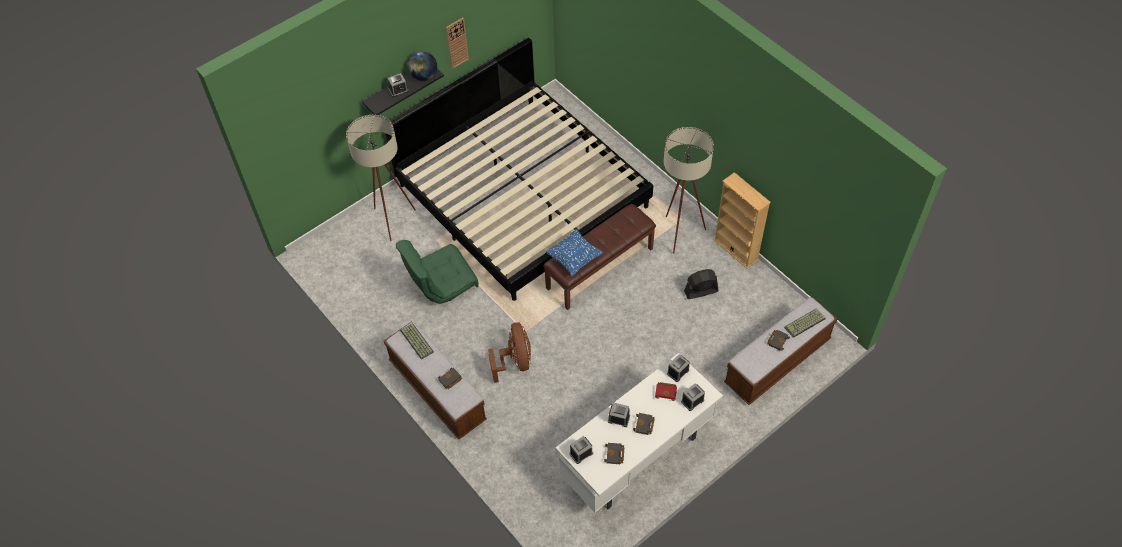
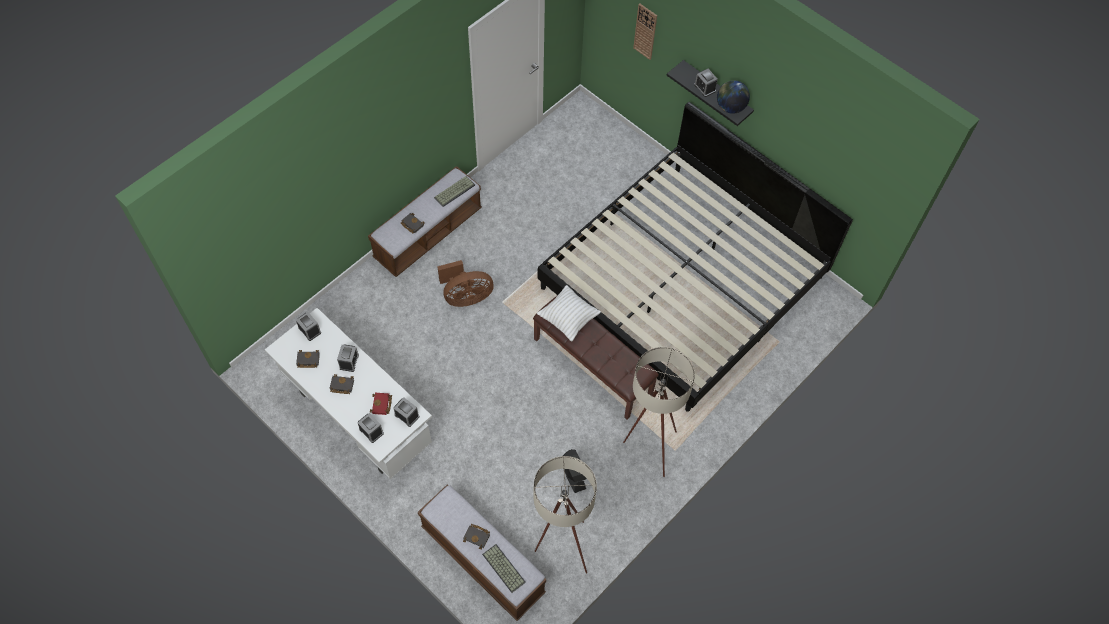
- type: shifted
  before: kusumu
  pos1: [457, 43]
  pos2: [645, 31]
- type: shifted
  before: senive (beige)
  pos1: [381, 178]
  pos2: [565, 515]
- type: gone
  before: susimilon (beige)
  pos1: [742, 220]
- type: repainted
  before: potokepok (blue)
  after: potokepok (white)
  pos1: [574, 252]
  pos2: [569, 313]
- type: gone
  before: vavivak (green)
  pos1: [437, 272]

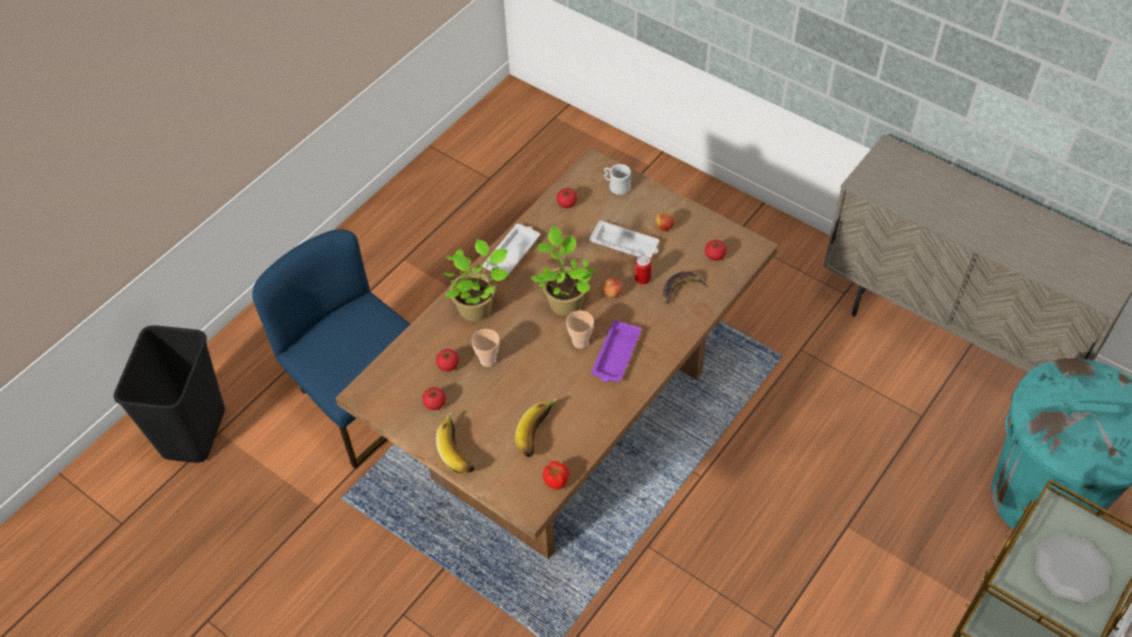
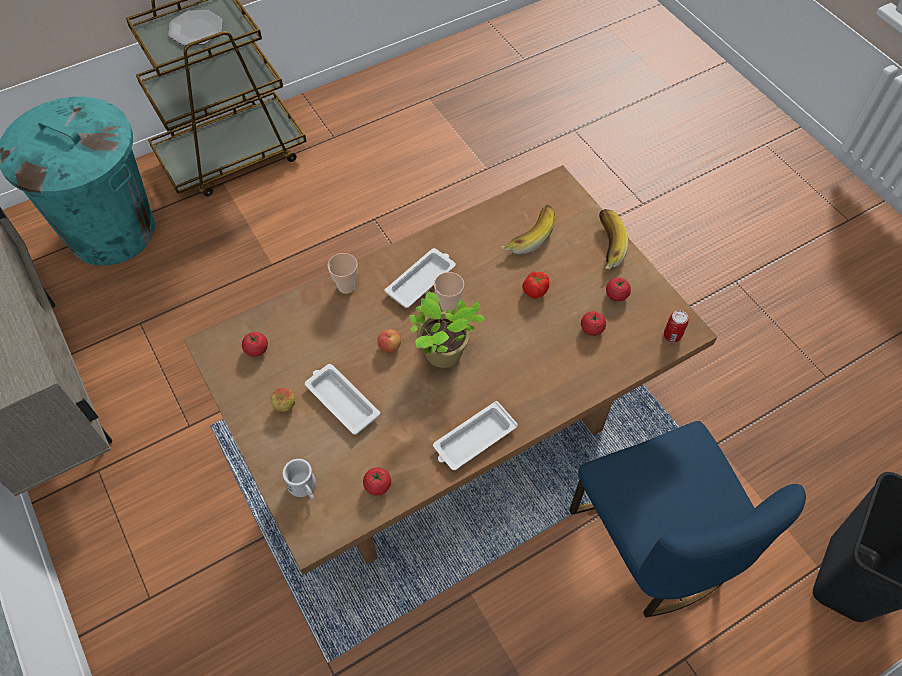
- type: gone
  before: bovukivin
  pos1: [476, 280]
- type: shifted
  before: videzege
  pos1: [643, 269]
  pos2: [676, 326]
- type: gone
  before: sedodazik
  pos1: [685, 287]
- type: repainted
  before: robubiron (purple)
  after: robubiron (white)
  pos1: [616, 351]
  pos2: [420, 278]
- type: shifted
  before: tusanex
  pos1: [485, 348]
  pos2: [343, 273]
- type: shifted
  before: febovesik
  pos1: [556, 475]
  pos2: [536, 285]

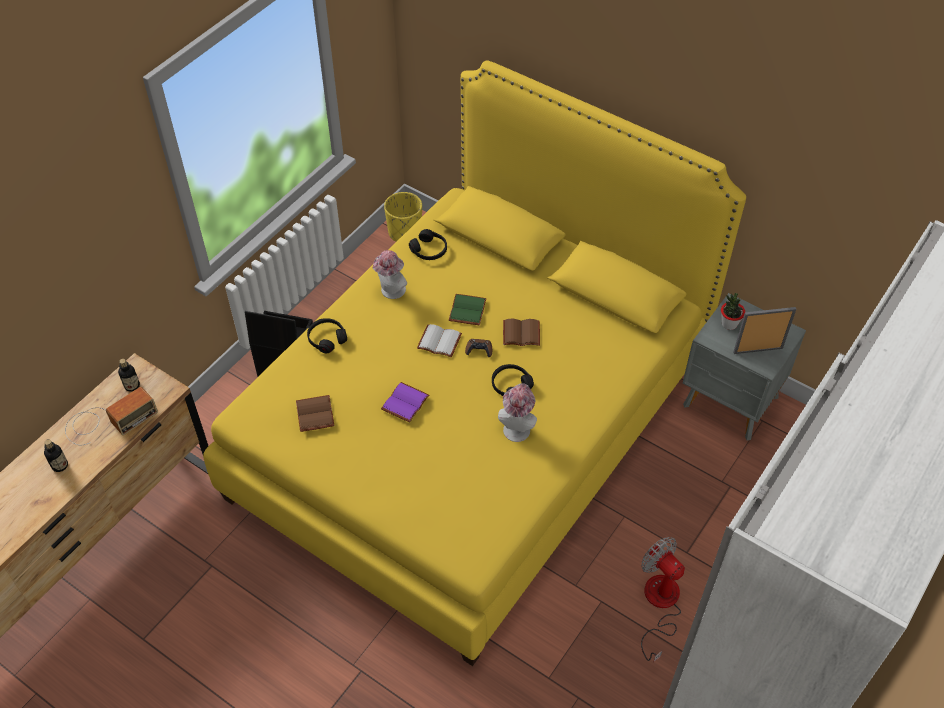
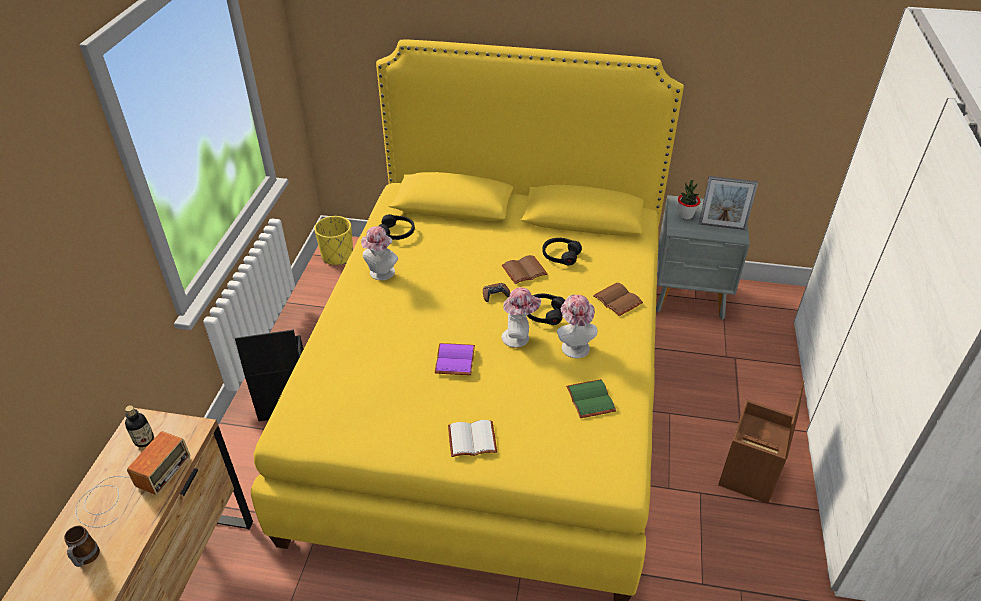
- type: shifted
  before: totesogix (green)
  pos1: [468, 310]
  pos2: [591, 398]
- type: rotated
  before: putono
  pos1: [764, 330]
  pos2: [728, 203]
  turn: -135
- type: shifted
  before: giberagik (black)
  pos1: [327, 335]
  pos2: [562, 251]
- type: shifted
  before: totesogix (white)
  pos1: [439, 340]
  pos2: [472, 438]
- type: shifted
  before: totesogix (brown)
  pos1: [315, 413]
  pos2: [618, 299]
- type: swapped
  before: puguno
  after: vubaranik
  pos1: [56, 455]
  pos2: [82, 546]
- type: swapped
  before: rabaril
  after: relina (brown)
  pos1: [663, 599]
  pos2: [761, 442]
- type: new
  after: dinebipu
  pos2: [521, 317]

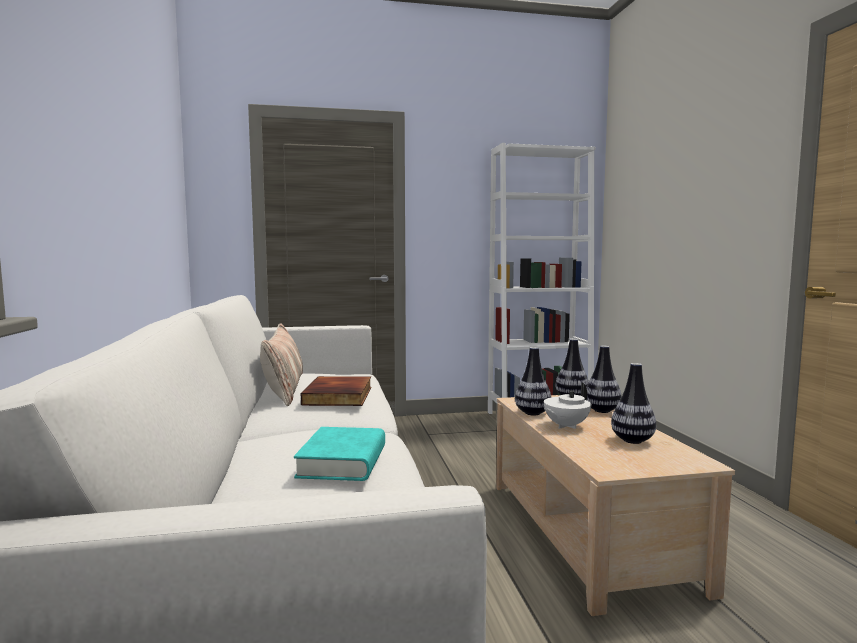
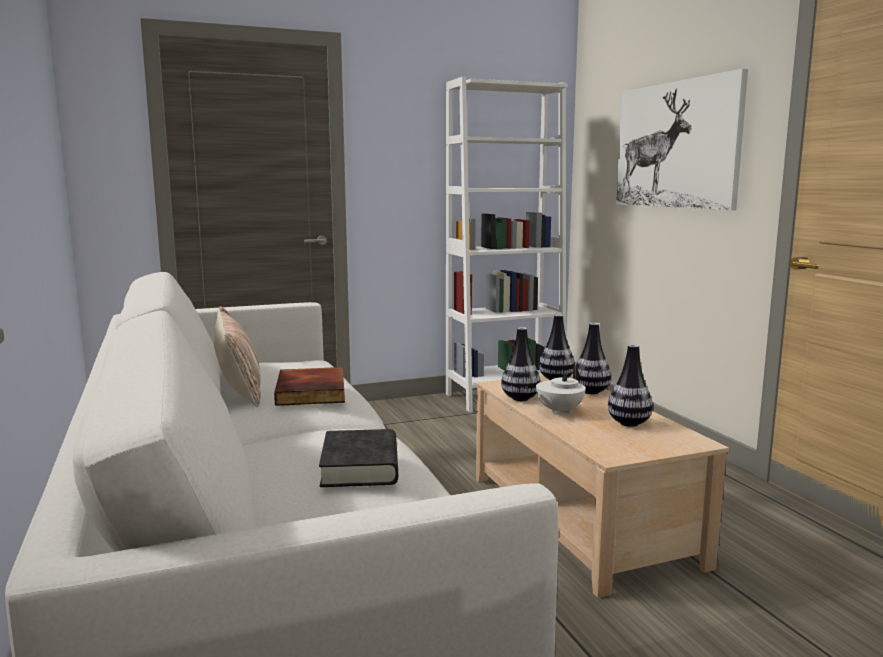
- type: repainted
  before: totesogix (turquoise)
  after: totesogix (black)
  pos1: [339, 454]
  pos2: [358, 458]
- type: new
  after: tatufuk
  pos2: [682, 139]

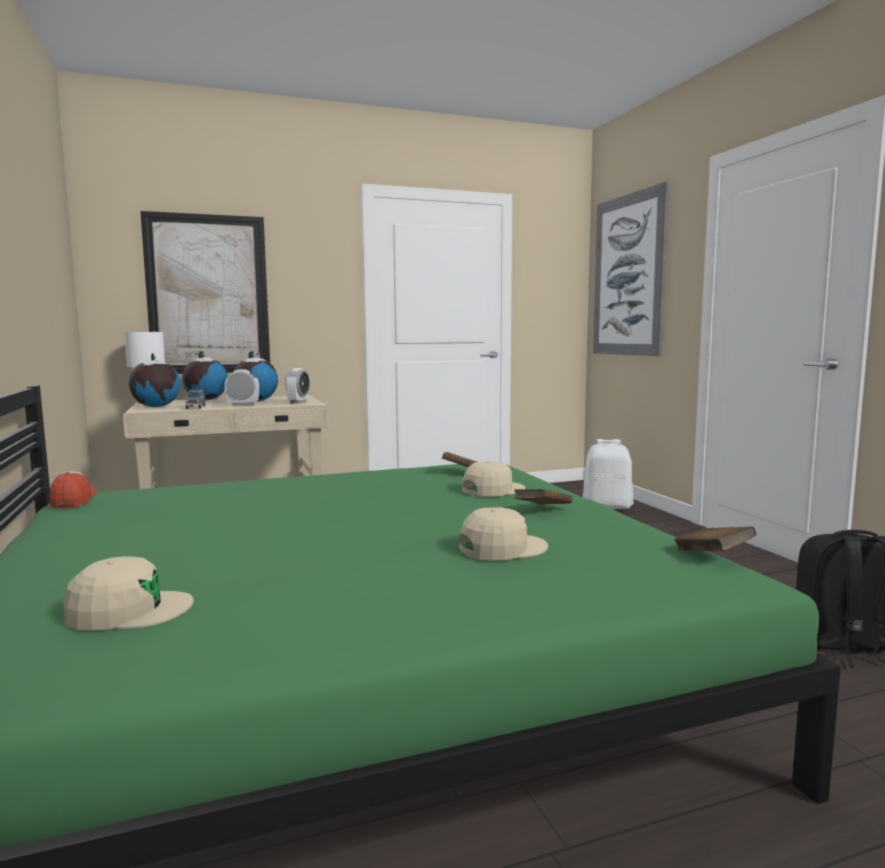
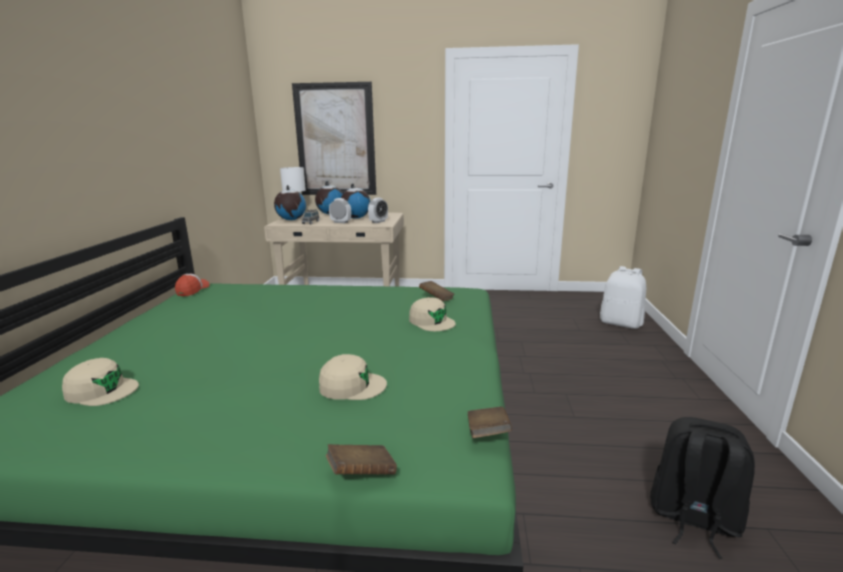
- type: gone
  before: tatufuk
  pos1: [631, 269]
- type: rotated
  before: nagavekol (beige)
  pos1: [493, 479]
  pos2: [432, 314]
  turn: 60
- type: shifted
  before: totesogix (brown)
  pos1: [543, 496]
  pos2: [361, 459]

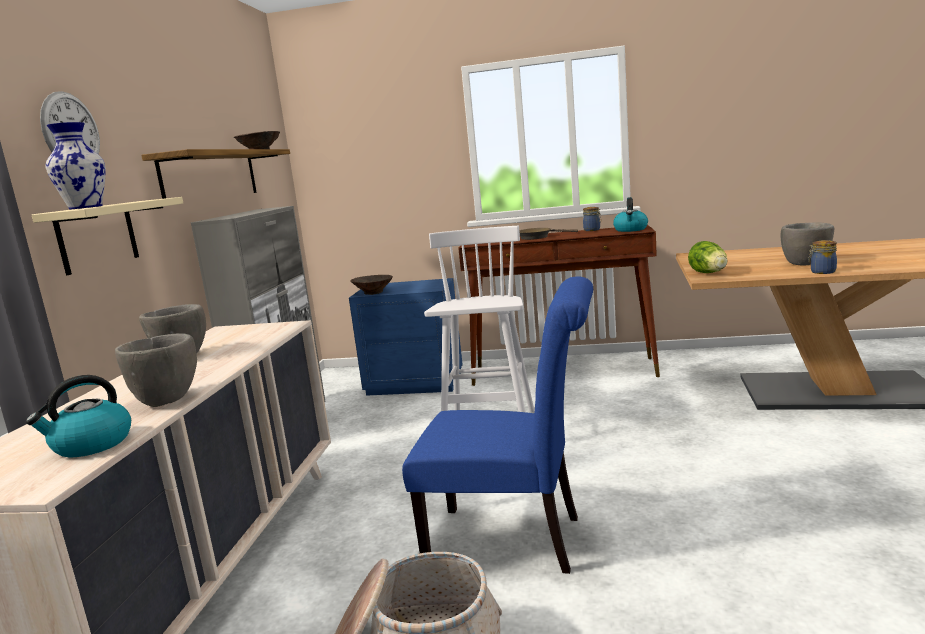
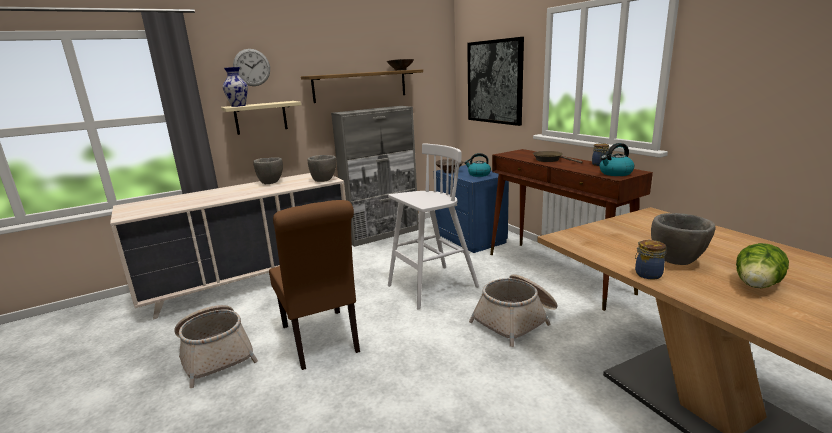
- type: shifted
  before: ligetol
  pos1: [708, 257]
  pos2: [762, 265]
- type: repainted
  before: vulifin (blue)
  after: vulifin (brown)
  pos1: [497, 425]
  pos2: [314, 285]
- type: shifted
  before: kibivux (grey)
  pos1: [156, 370]
  pos2: [322, 168]
- type: shifted
  before: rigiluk
  pos1: [78, 416]
  pos2: [477, 165]
- type: new
  after: tatufuk
  pos2: [495, 81]
- type: new
  after: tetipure
  pos2: [513, 310]

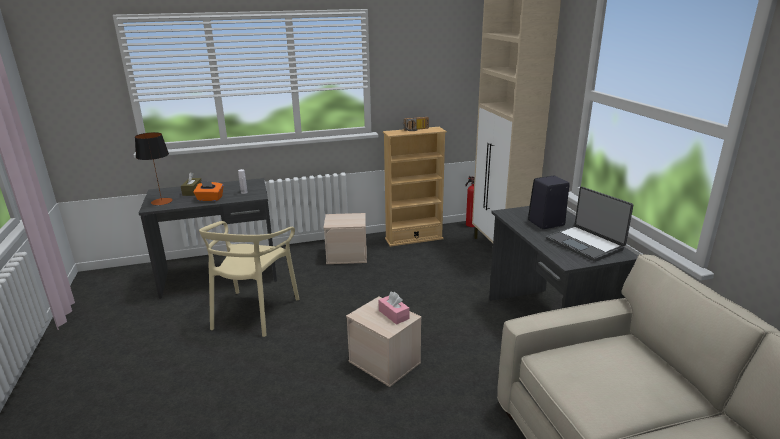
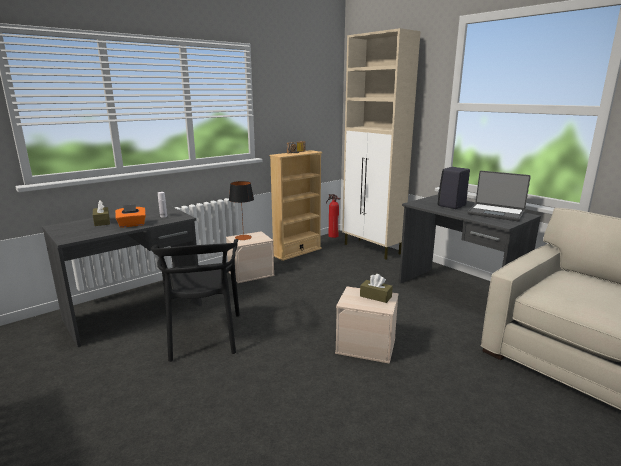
- type: shifted
  before: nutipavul
  pos1: [154, 168]
  pos2: [241, 210]
- type: repainted
  before: vulifin (beige)
  after: vulifin (black)
  pos1: [249, 279]
  pos2: [195, 300]
- type: repainted
  before: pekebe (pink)
  after: pekebe (brown)
  pos1: [394, 308]
  pos2: [376, 288]

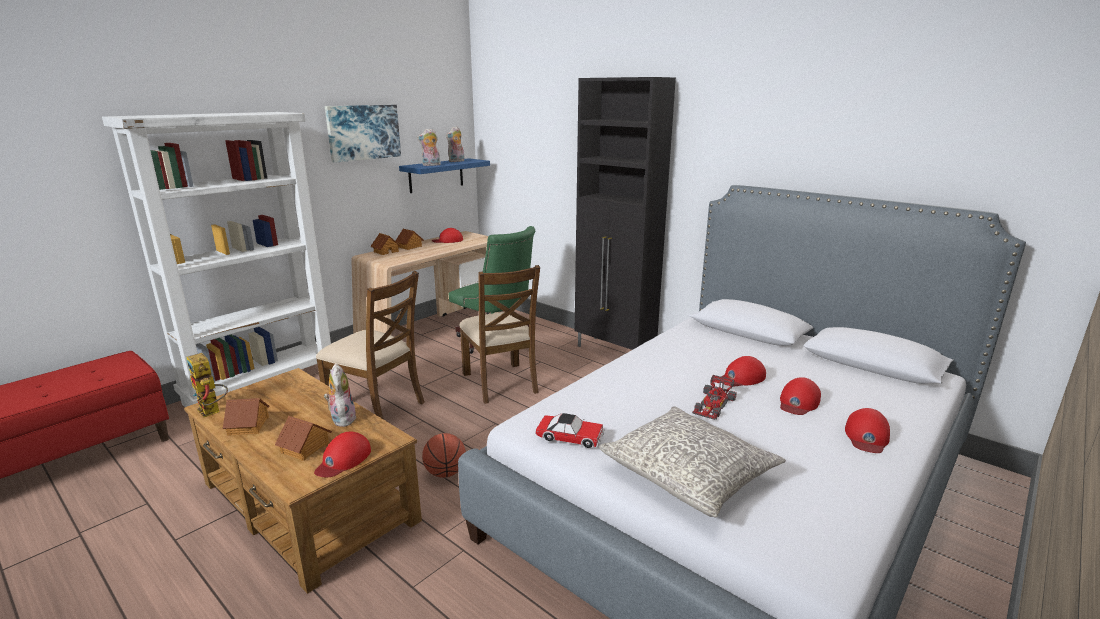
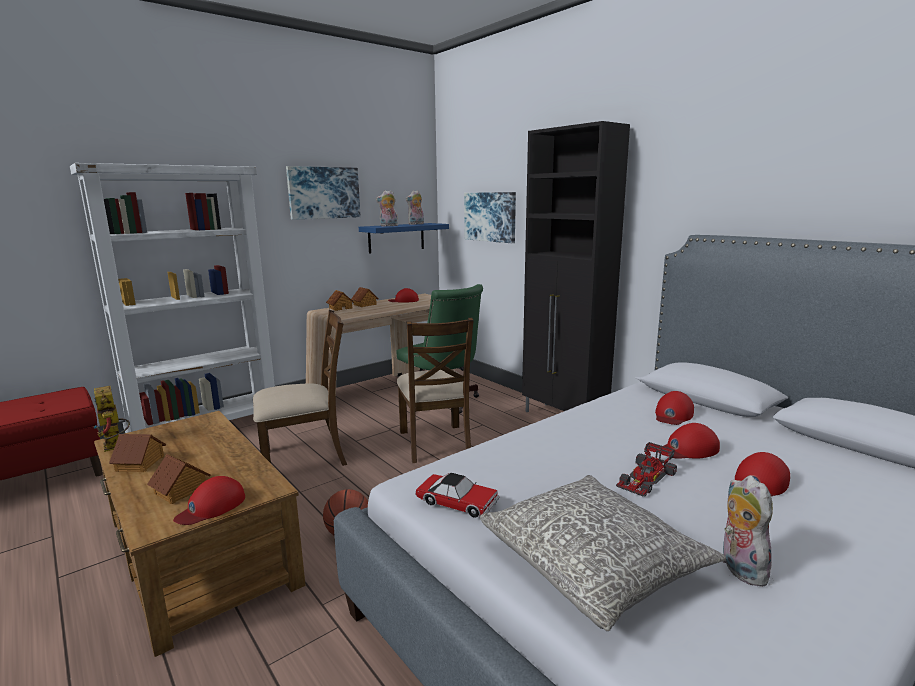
- type: rotated
  before: vulifin (brown)
  pos1: [370, 345]
  pos2: [300, 388]
  turn: -60
- type: shifted
  before: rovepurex
  pos1: [340, 395]
  pos2: [748, 531]
- type: shifted
  before: nagavekol (red)
  pos1: [867, 430]
  pos2: [674, 408]
- type: new
  after: tatufuk
  pos2: [490, 217]

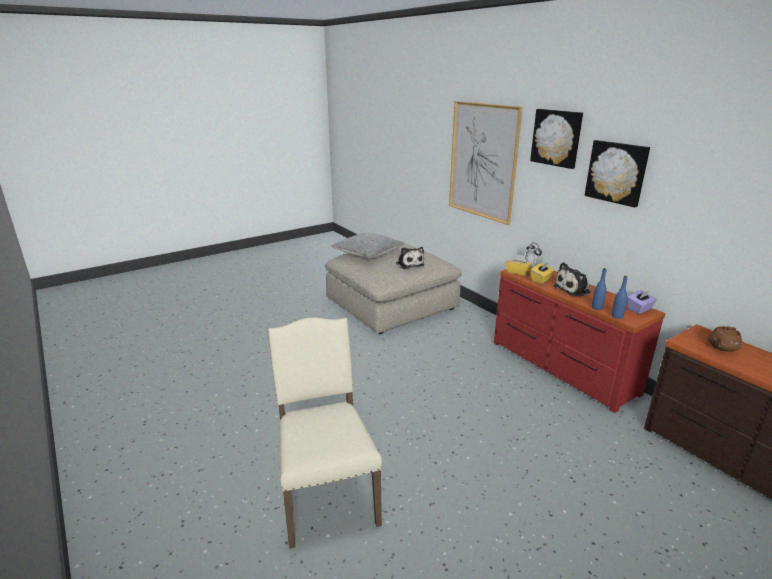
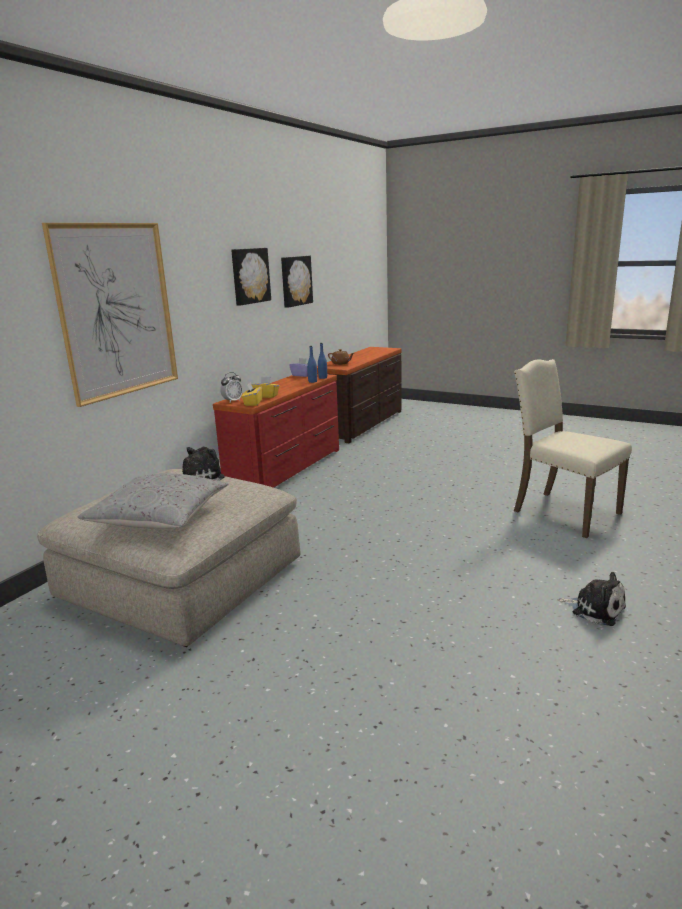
- type: shifted
  before: tatufuk
  pos1: [556, 139]
  pos2: [297, 282]
- type: shifted
  before: rovepurex
  pos1: [572, 279]
  pos2: [592, 599]
- type: rotated
  before: vulifin (beige)
  pos1: [325, 433]
  pos2: [573, 448]
  turn: 90

